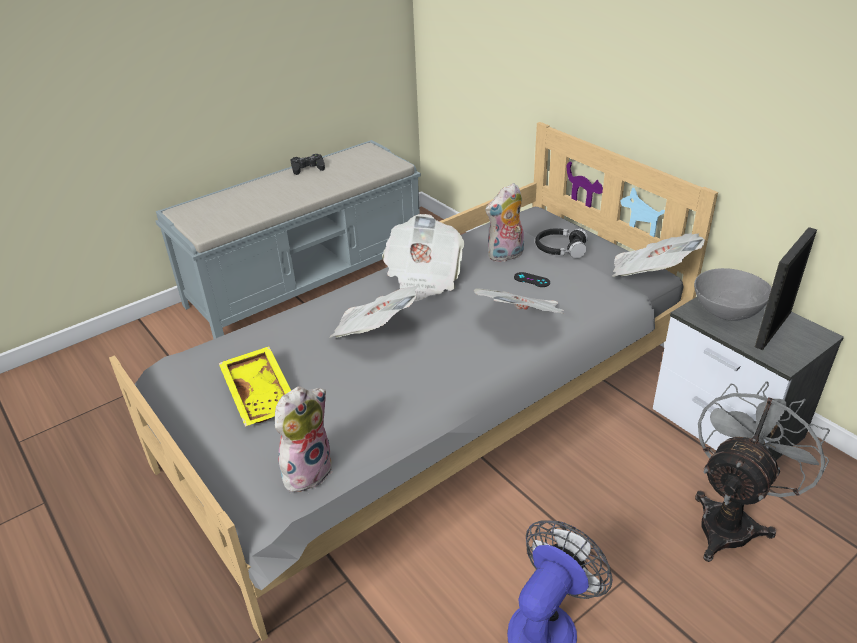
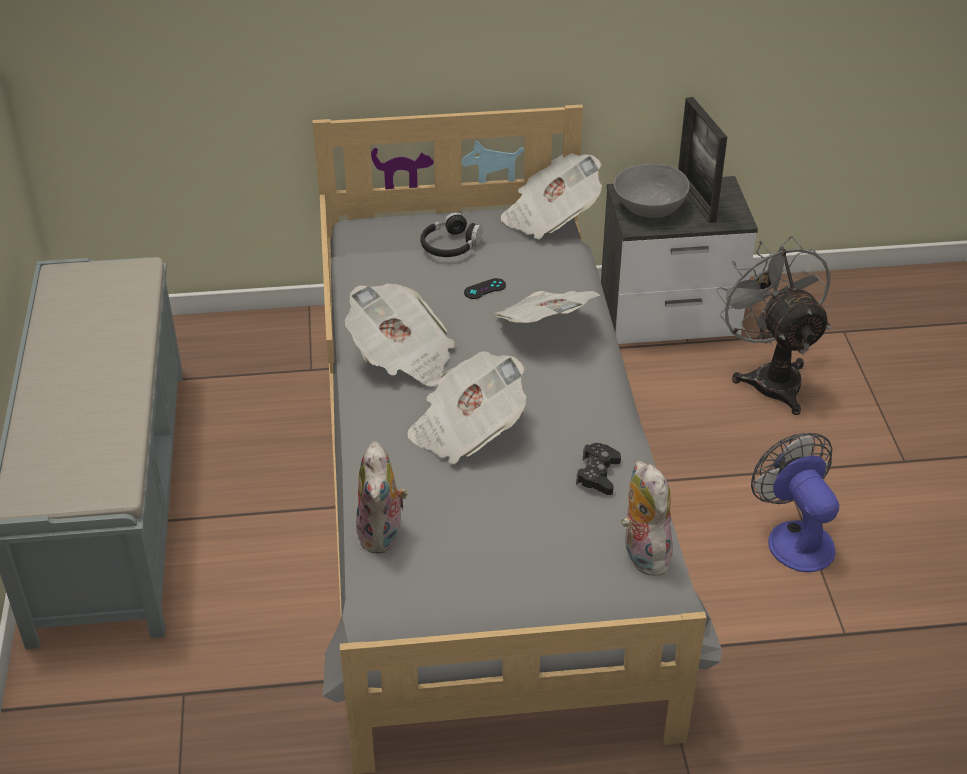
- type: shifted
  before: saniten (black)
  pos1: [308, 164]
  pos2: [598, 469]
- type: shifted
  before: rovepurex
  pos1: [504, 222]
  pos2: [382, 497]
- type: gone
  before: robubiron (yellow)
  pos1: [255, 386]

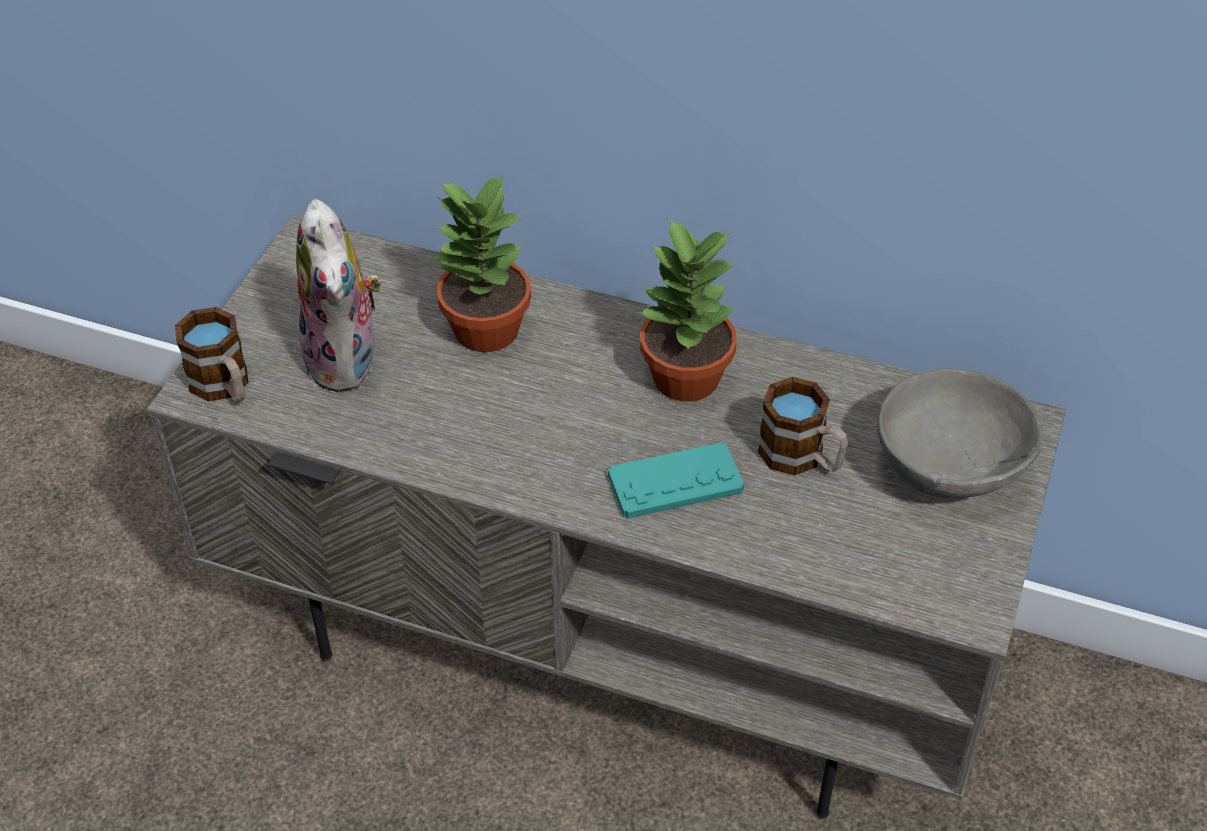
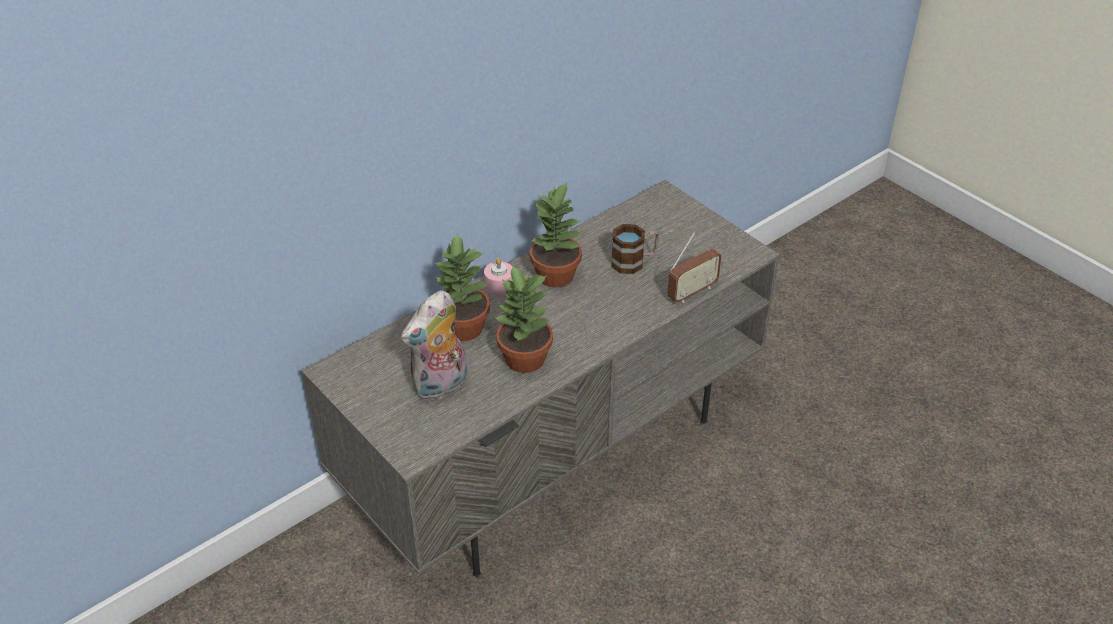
- type: rotated
  before: rovepurex
  pos1: [338, 295]
  pos2: [434, 345]
  turn: 120
- type: gone
  before: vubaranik
  pos1: [212, 354]
- type: gone
  before: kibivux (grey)
  pos1: [960, 433]
- type: gone
  before: saniten (turquoise)
  pos1: [676, 480]
- type: new
  after: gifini
  pos2: [694, 267]
- type: new
  after: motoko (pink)
  pos2: [498, 277]
- type: new
  after: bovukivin
  pos2: [523, 319]

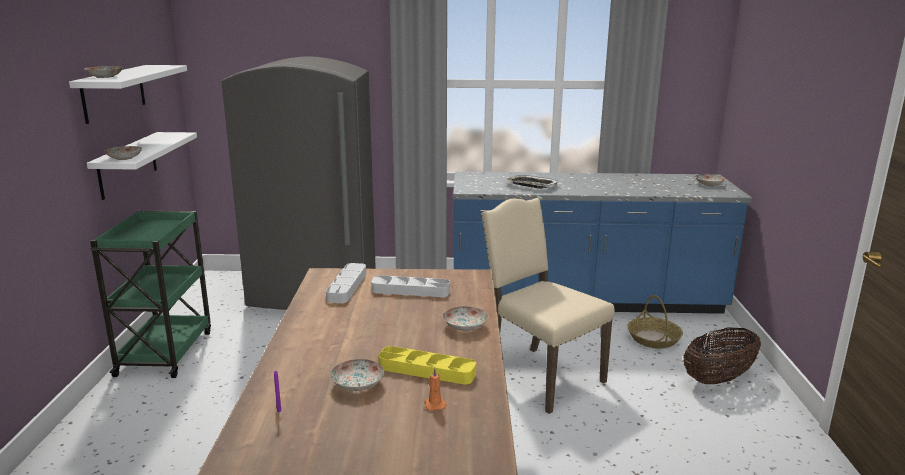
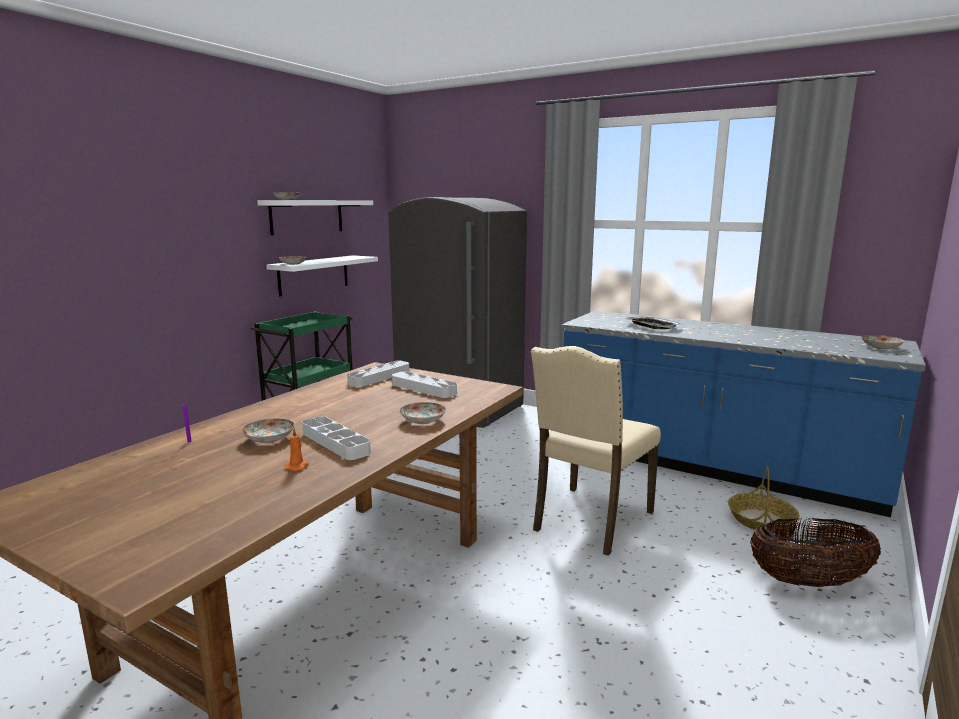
- type: rotated
  before: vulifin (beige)
  pos1: [548, 306]
  pos2: [596, 451]
  turn: -135
- type: repainted
  before: robubiron (yellow)
  after: robubiron (grey)
  pos1: [427, 365]
  pos2: [336, 438]

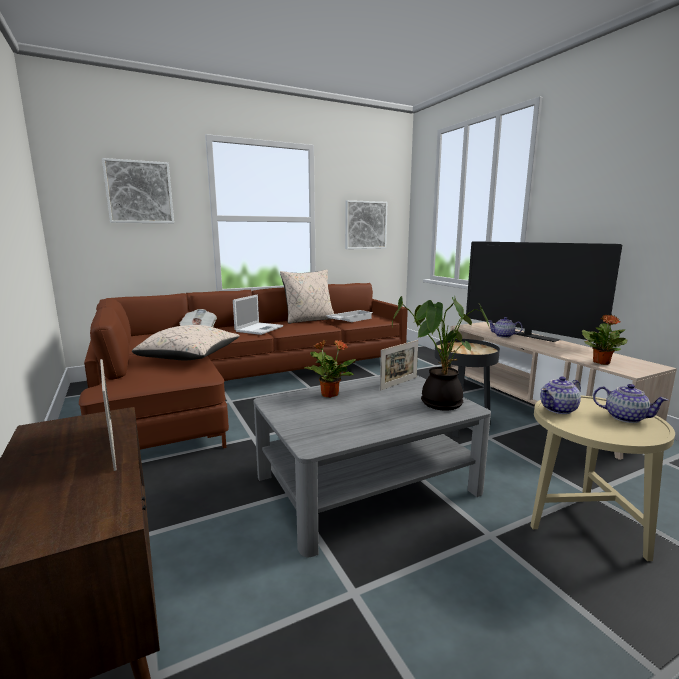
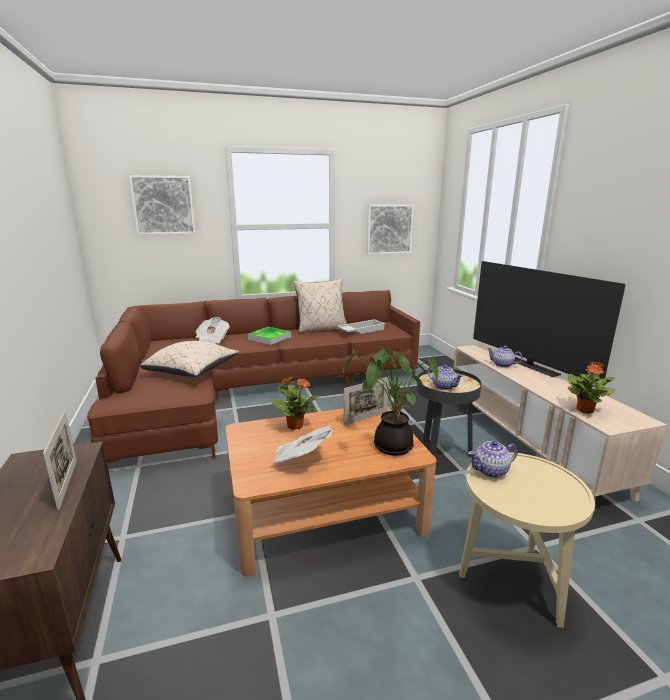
- type: swapped
  before: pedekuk
  after: robubiron
  pos1: [258, 314]
  pos2: [269, 336]
- type: repainted
  before: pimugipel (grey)
  after: pimugipel (brown)
  pos1: [372, 466]
  pos2: [330, 492]
- type: shifted
  before: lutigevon
  pos1: [630, 403]
  pos2: [445, 377]
- type: new
  after: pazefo
  pos2: [302, 444]

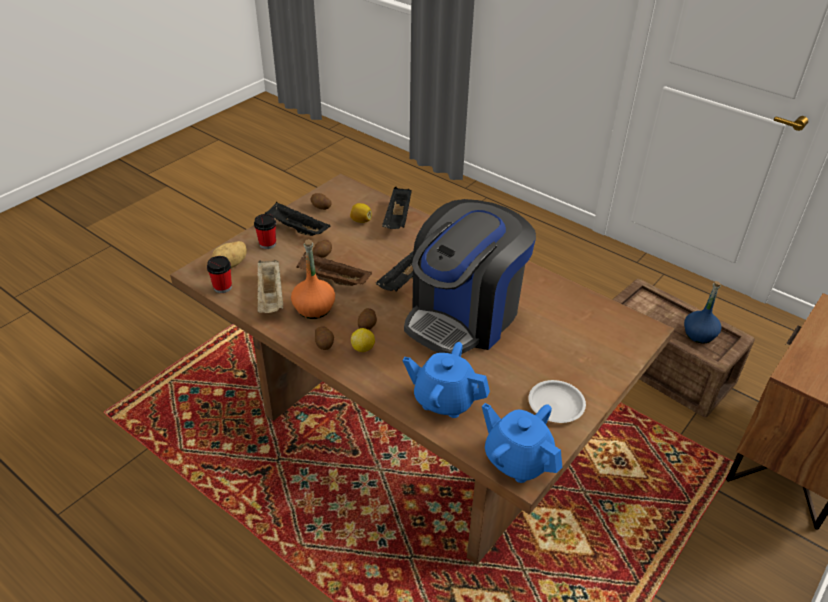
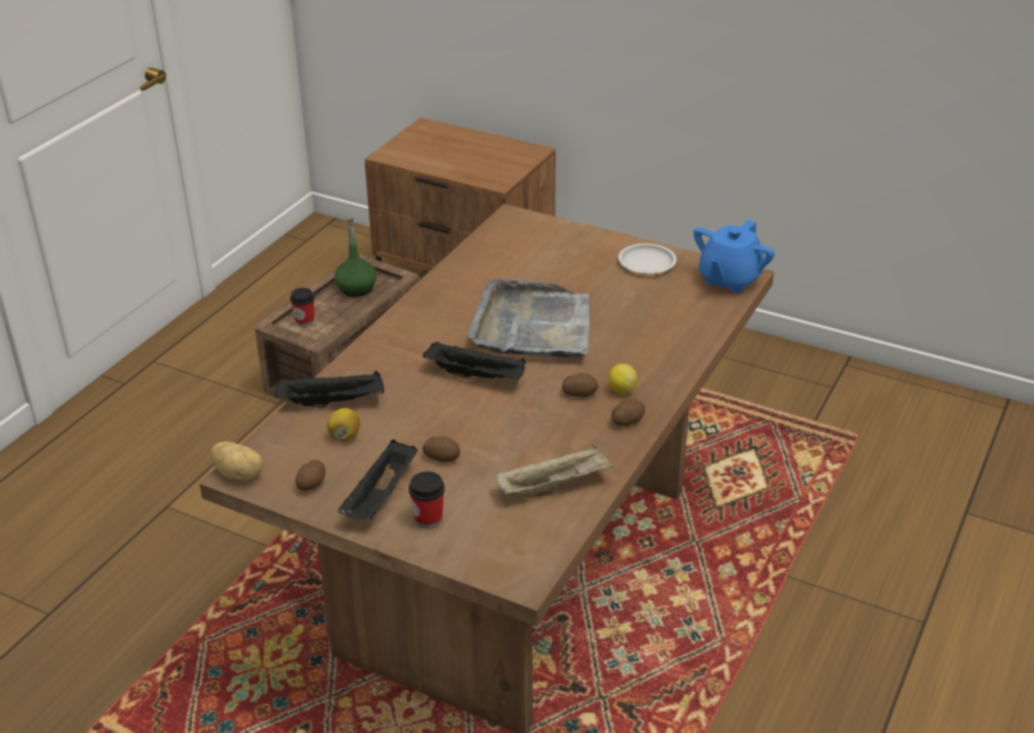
- type: swapped
  before: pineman
  after: robubiron (grey)
  pos1: [470, 276]
  pos2: [528, 318]
- type: gone
  before: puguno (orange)
  pos1: [313, 279]
- type: shifted
  before: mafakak
  pos1: [229, 254]
  pos2: [237, 460]
- type: gone
  before: robubiron (brown)
  pos1: [334, 269]
- type: shifted
  before: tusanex
  pos1: [219, 274]
  pos2: [302, 307]
- type: repainted
  before: puguno (blue)
  after: puguno (green)
  pos1: [702, 312]
  pos2: [355, 257]
- type: gone
  before: lutigevon (blue)
  pos1: [446, 380]

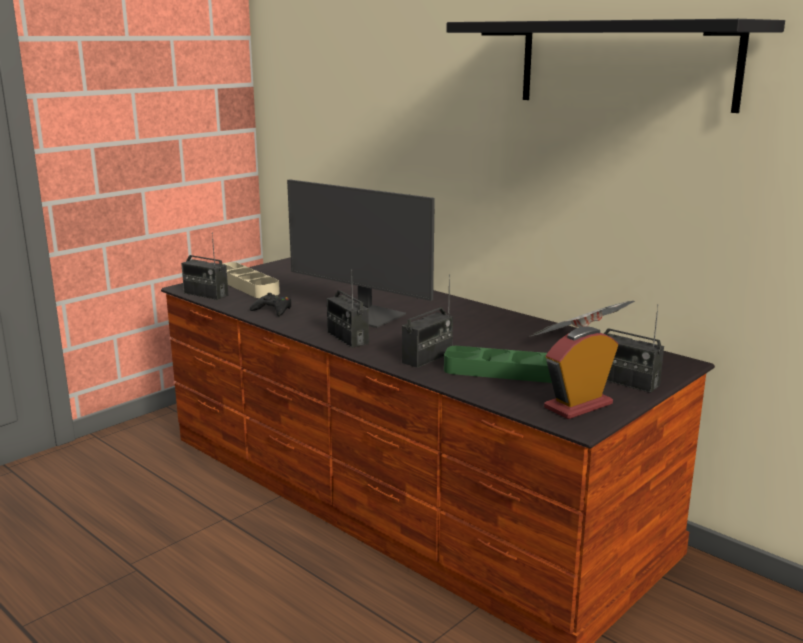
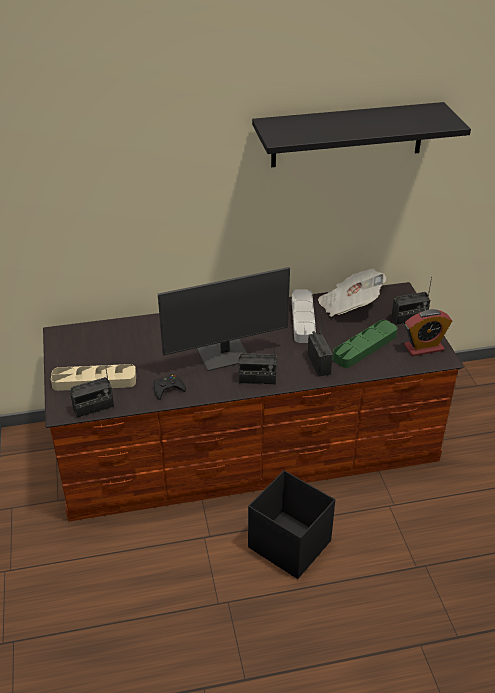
- type: rotated
  before: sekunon
  pos1: [581, 373]
  pos2: [428, 332]
  turn: -105
- type: new
  after: robubiron (grey)
  pos2: [304, 316]
- type: new
  after: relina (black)
  pos2: [291, 524]

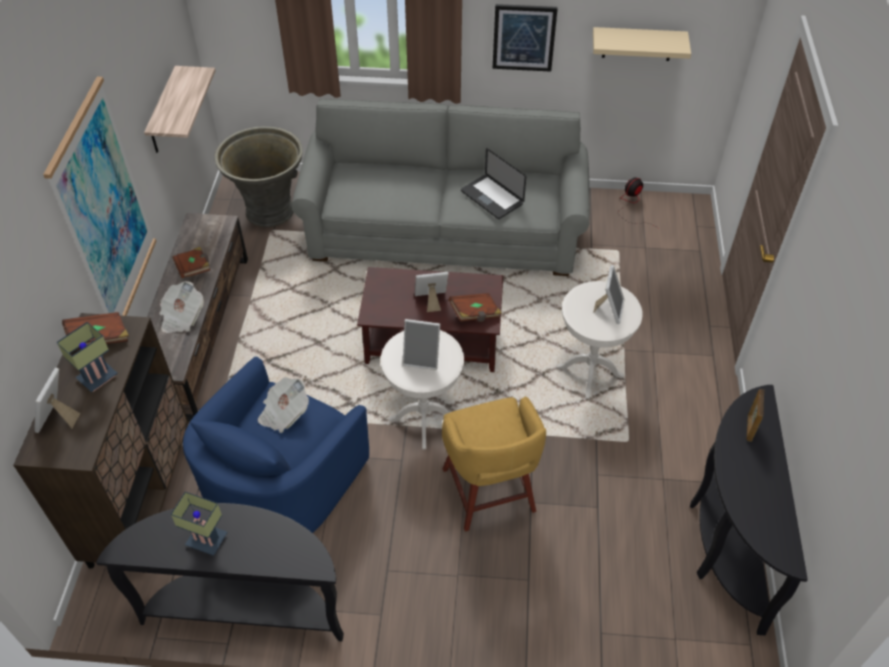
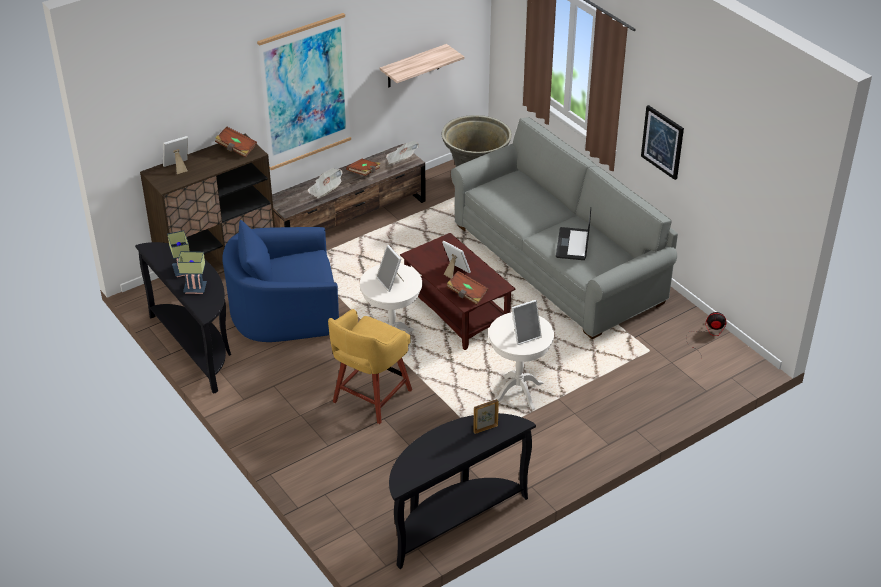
- type: gone
  before: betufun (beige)
  pos1: [642, 44]
- type: shifted
  before: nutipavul
  pos1: [87, 357]
  pos2: [192, 272]
- type: shifted
  before: pazefo
  pos1: [283, 405]
  pos2: [402, 152]

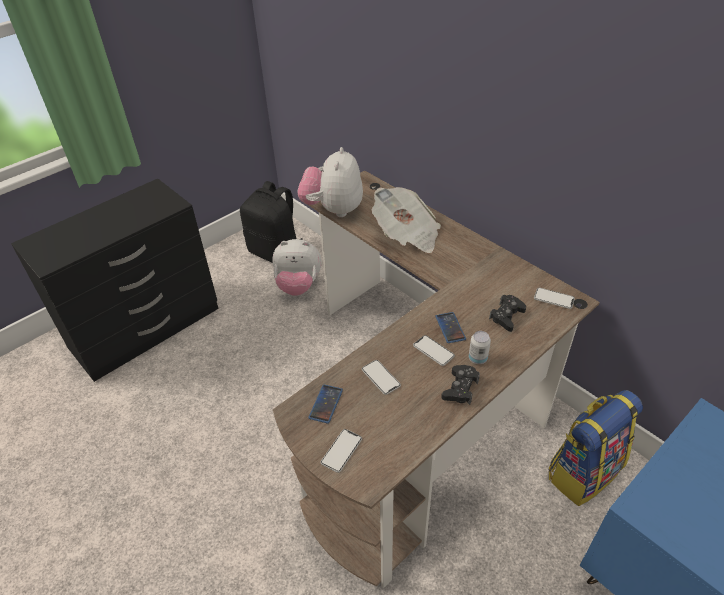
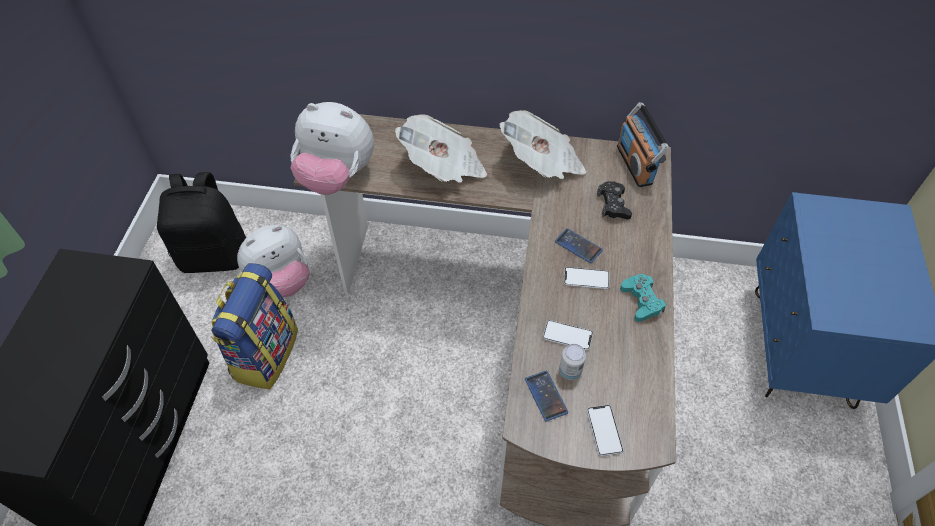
- type: rotated
  before: rovepurex
  pos1: [330, 182]
  pos2: [332, 148]
  turn: -45
- type: swapped
  before: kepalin
  after: gifini
  pos1: [554, 298]
  pos2: [643, 144]
- type: shifted
  before: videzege
  pos1: [480, 347]
  pos2: [572, 362]
- type: repainted
  before: saniten (black)
  after: saniten (turquoise)
  pos1: [460, 385]
  pos2: [643, 298]
- type: shifted
  before: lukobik
  pos1: [595, 448]
  pos2: [254, 326]
- type: new
  after: pazefo
  pos2: [543, 144]

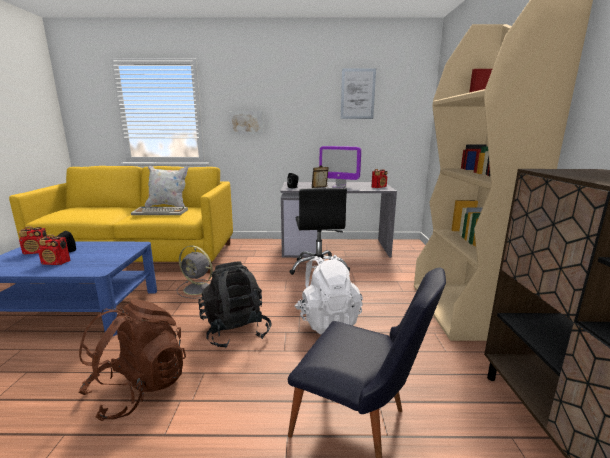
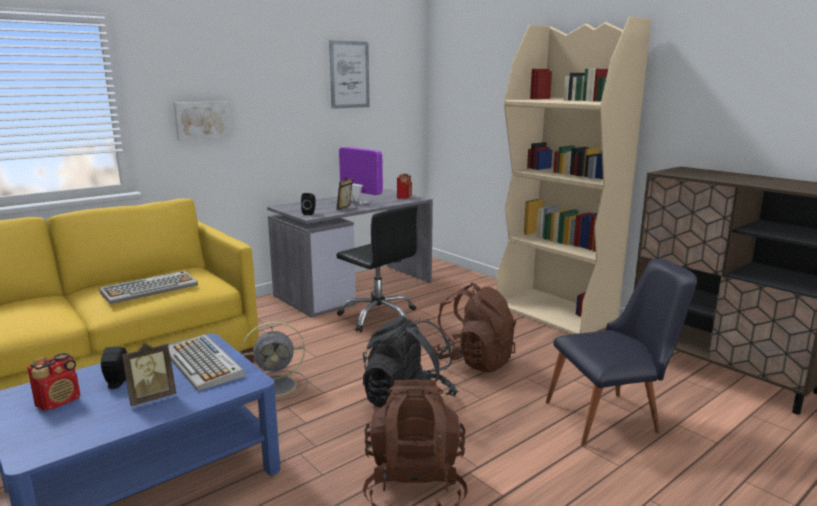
- type: rotated
  before: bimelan
  pos1: [340, 167]
  pos2: [361, 176]
  turn: -120
- type: gone
  before: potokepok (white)
  pos1: [166, 186]
- type: swapped
  before: gifini
  after: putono
  pos1: [54, 249]
  pos2: [149, 374]
- type: repainted
  before: lukobik (white)
  after: lukobik (brown)
  pos1: [329, 295]
  pos2: [474, 327]
- type: new
  after: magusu
  pos2: [207, 362]

